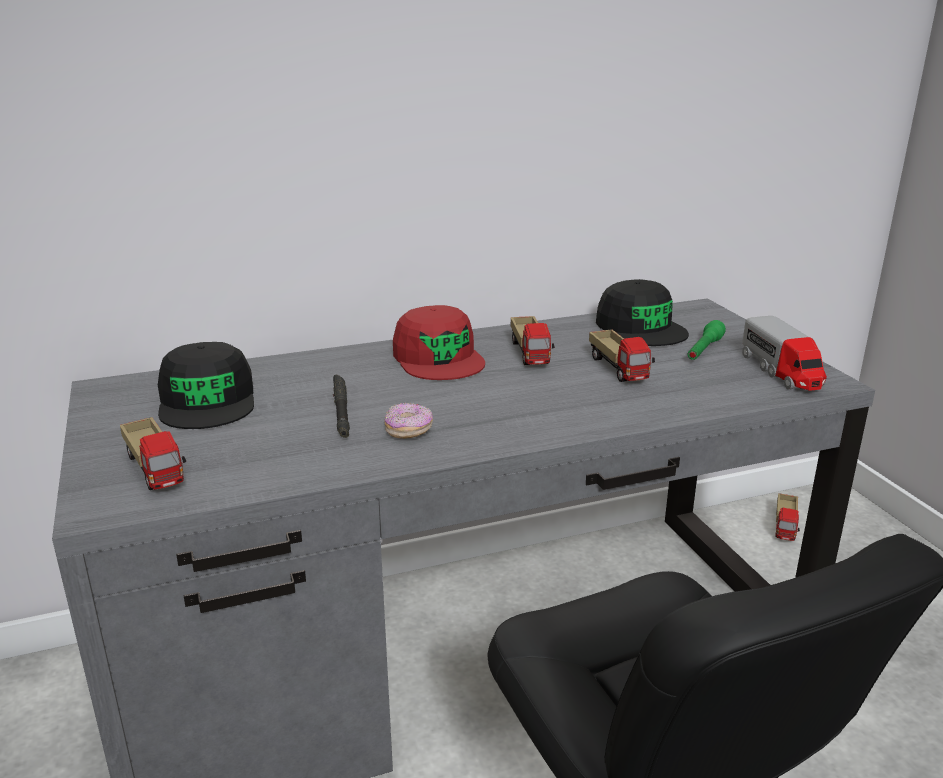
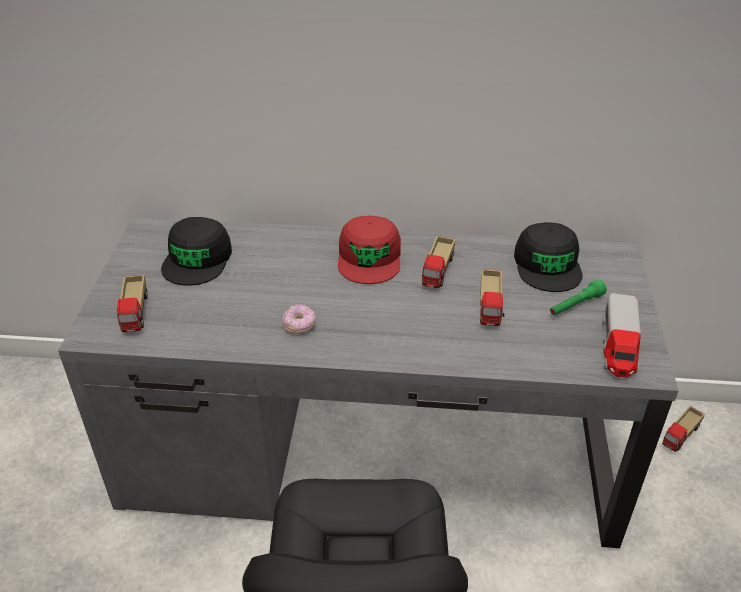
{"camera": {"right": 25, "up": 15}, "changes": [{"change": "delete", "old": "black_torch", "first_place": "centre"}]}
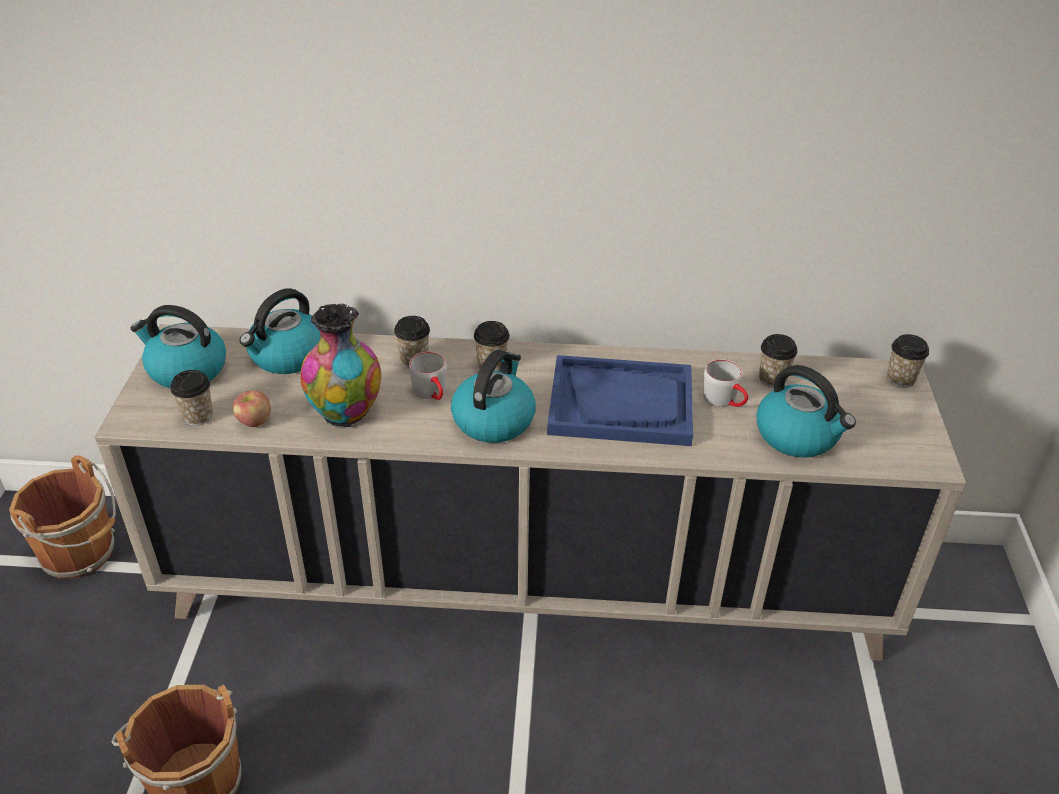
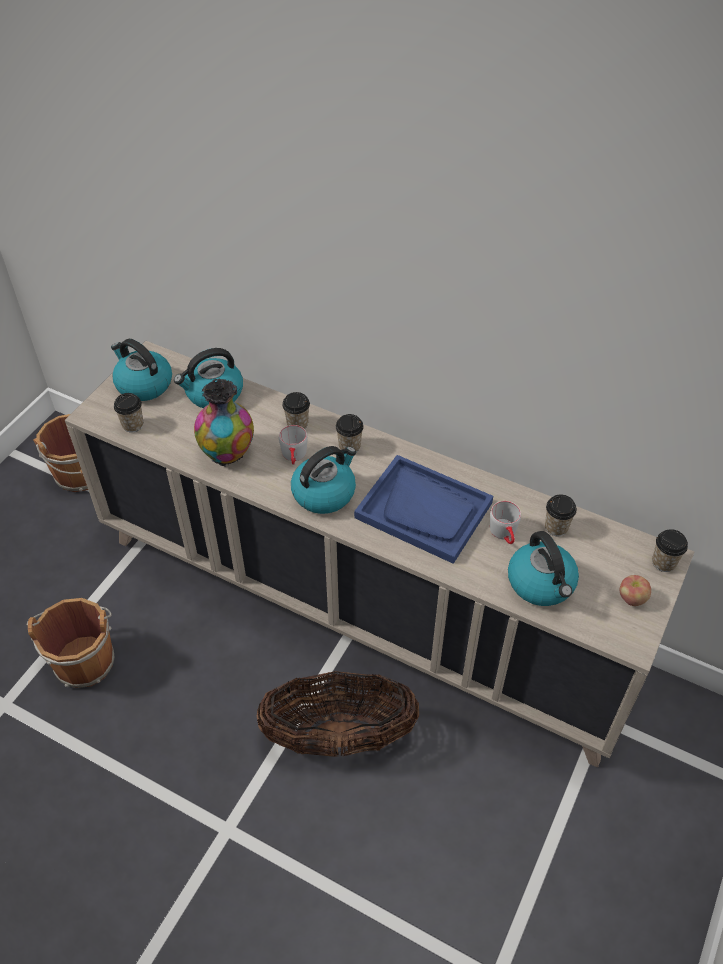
{"camera": {"right": 25, "up": 10}, "changes": [{"change": "insert", "new": "household_basket", "second_place": "bottom centre"}, {"change": "move", "old": "whole_apple", "first_place": "middle left", "second_place": "middle right"}]}
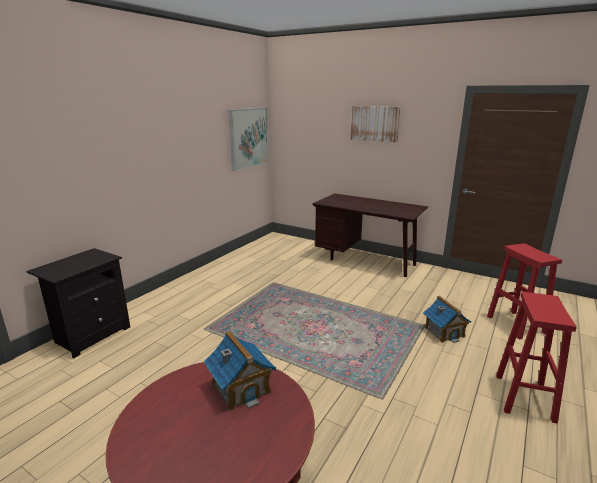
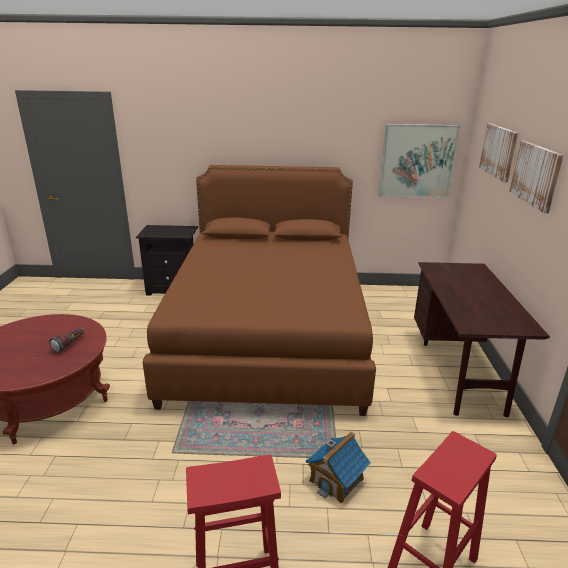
{"camera": {"right": 60, "up": 5}, "changes": [{"change": "insert", "new": "brownish_bedroom_bed", "second_place": "centre"}, {"change": "insert", "new": "wall_picture (2nd from left)", "second_place": "top right"}, {"change": "replace", "old": "toy_house (1st from left)", "new": "torch", "first_place": "bottom centre", "second_place": "middle left"}]}
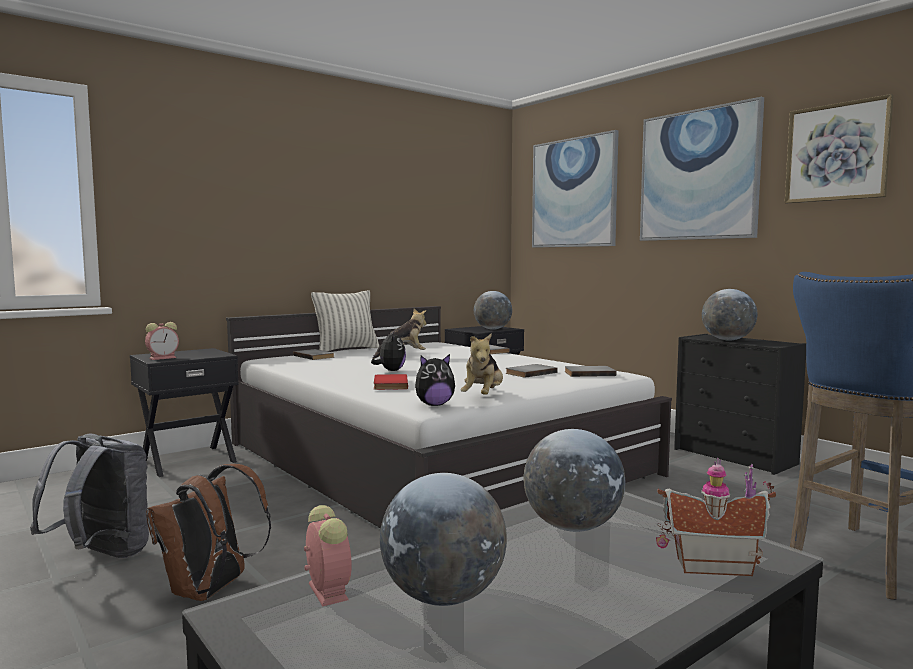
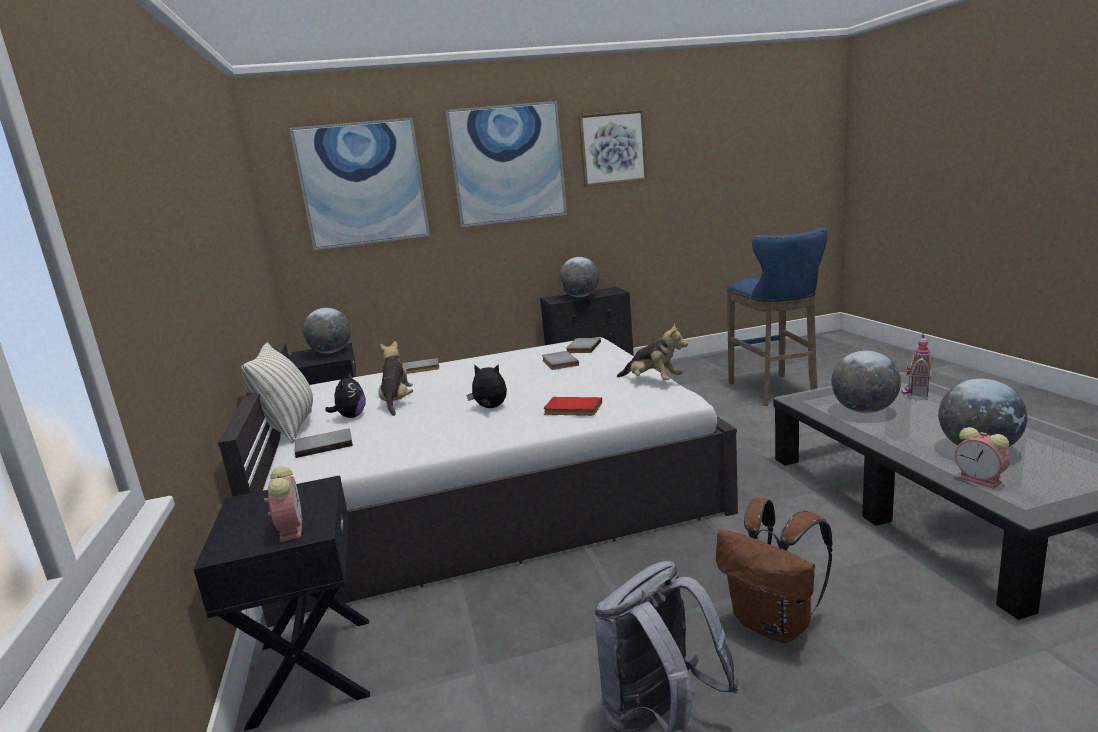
{"camera": {"right": -65, "up": 10}, "changes": [{"change": "move", "old": "plush_toy (3rd from left in the first image)", "new": "plush_toy (1st from left)", "first_place": "centre", "second_place": "middle left"}, {"change": "rotate", "old": "table_clock (2nd from left)", "first_place": "bottom centre", "second_place": "middle right", "degrees": -120}]}
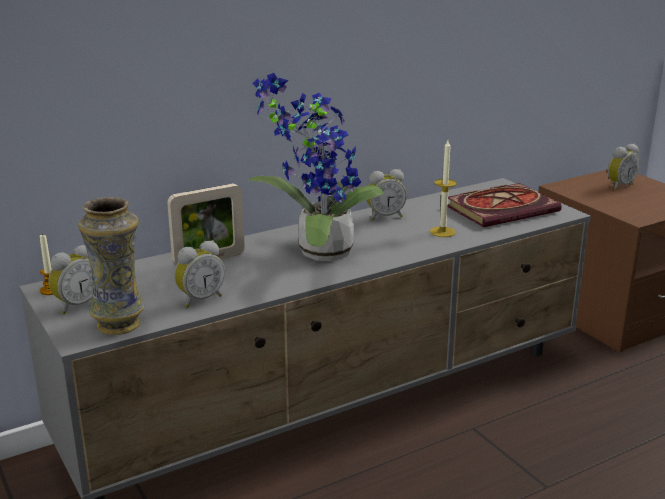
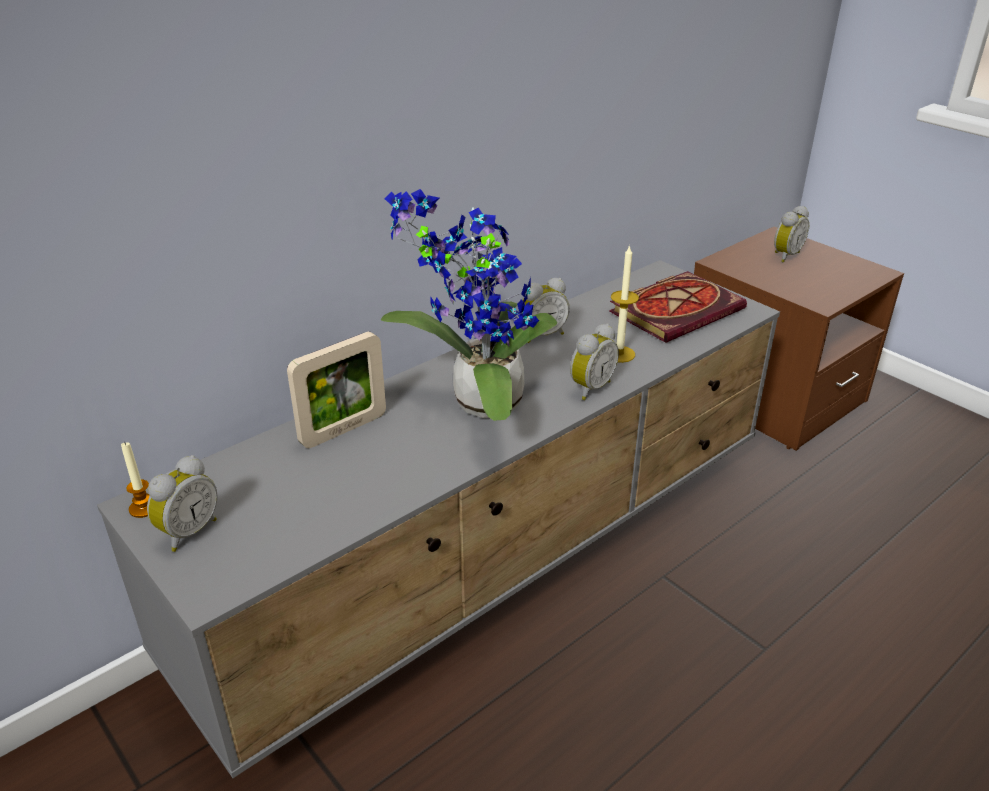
{"camera": {"right": -10, "up": 10}, "changes": [{"change": "delete", "old": "vase", "first_place": "middle left"}, {"change": "move", "old": "table_clock (2nd from left in the first image)", "new": "table_clock (3rd from left)", "first_place": "middle left", "second_place": "centre"}]}
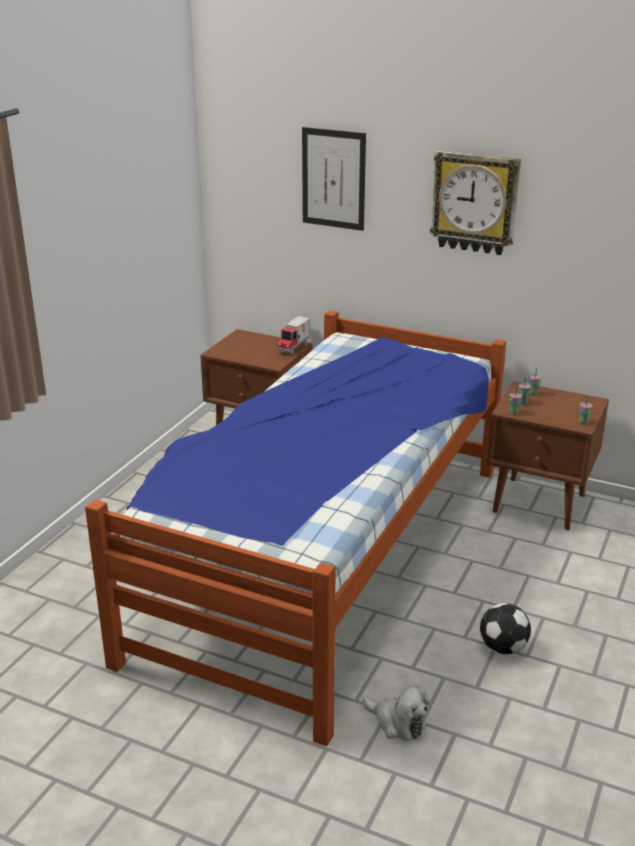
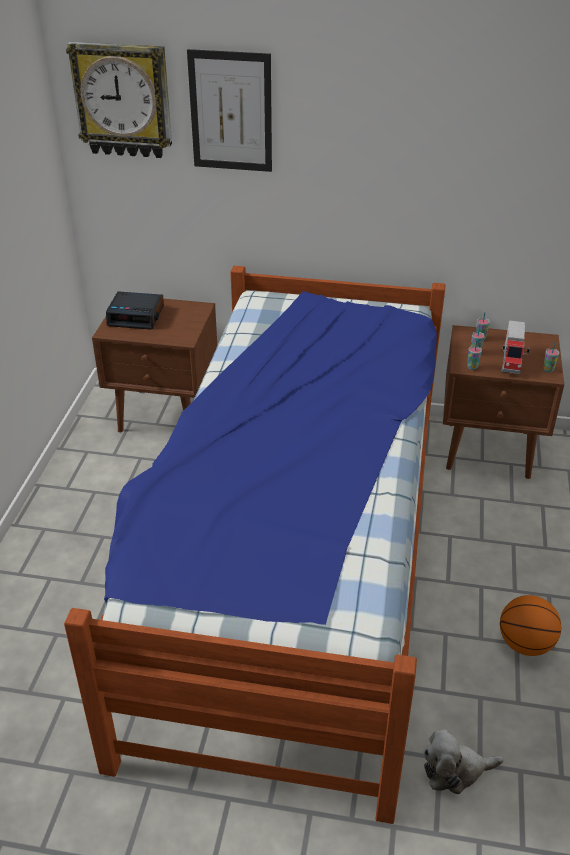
{"camera": {"right": -15, "up": 10}, "changes": [{"change": "insert", "new": "table_clock", "second_place": "middle left"}, {"change": "move", "old": "toy_lorry", "first_place": "centre", "second_place": "middle right"}, {"change": "move", "old": "wall_clock", "first_place": "top right", "second_place": "top left"}, {"change": "replace", "old": "football", "new": "basketball_ball", "first_place": "bottom right", "second_place": "bottom right"}, {"change": "rotate", "old": "plush_toy", "first_place": "bottom centre", "second_place": "bottom right", "degrees": 150}]}
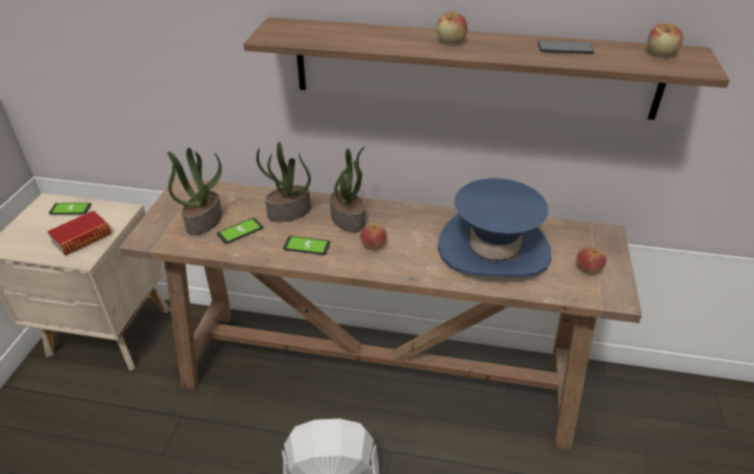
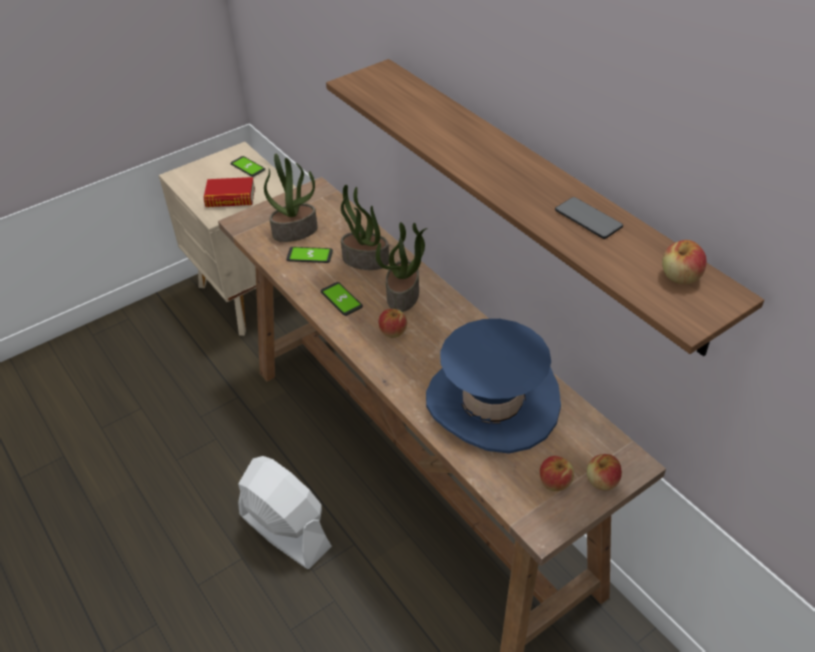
{"camera": {"right": 45, "up": 5}, "changes": [{"change": "move", "old": "whole_apple (2nd from left in the first image)", "new": "whole_apple (3rd from left)", "first_place": "top centre", "second_place": "bottom right"}]}
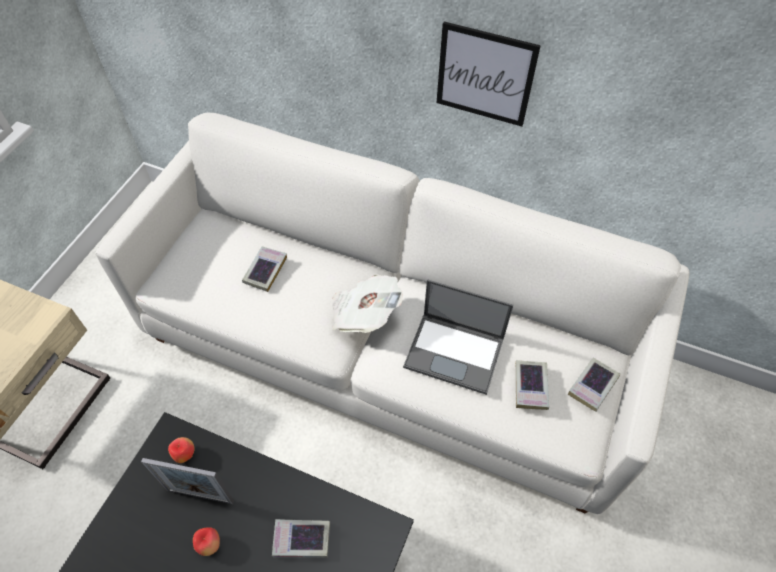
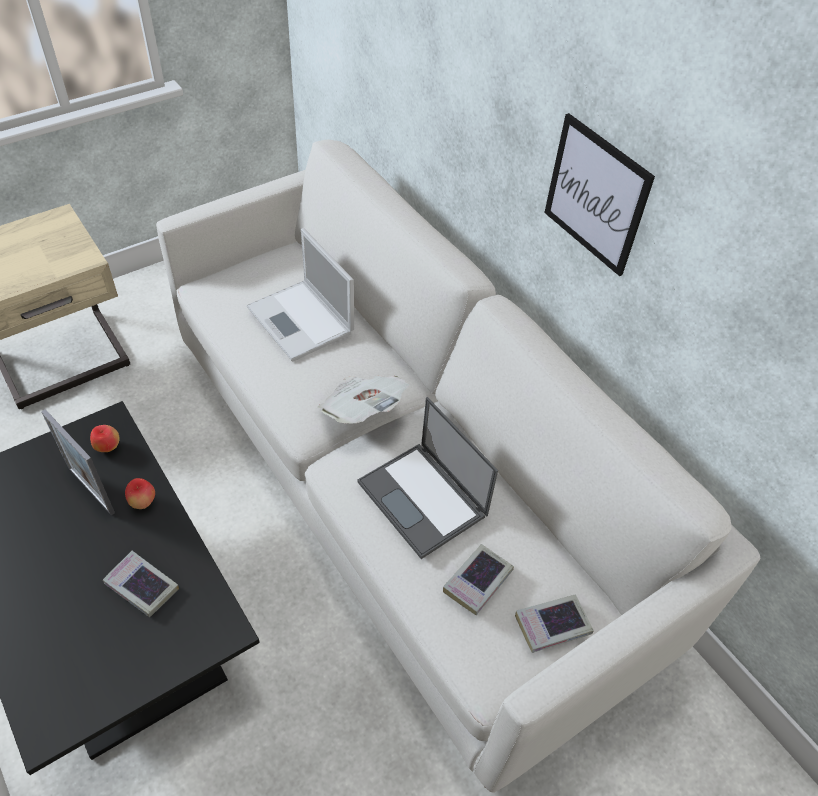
{"camera": {"right": 30, "up": -5}, "changes": [{"change": "move", "old": "whole_apple (2nd from left)", "first_place": "bottom left", "second_place": "middle left"}, {"change": "replace", "old": "bound_book (1st from left)", "new": "portable_computer (1st from left)", "first_place": "centre", "second_place": "centre"}]}
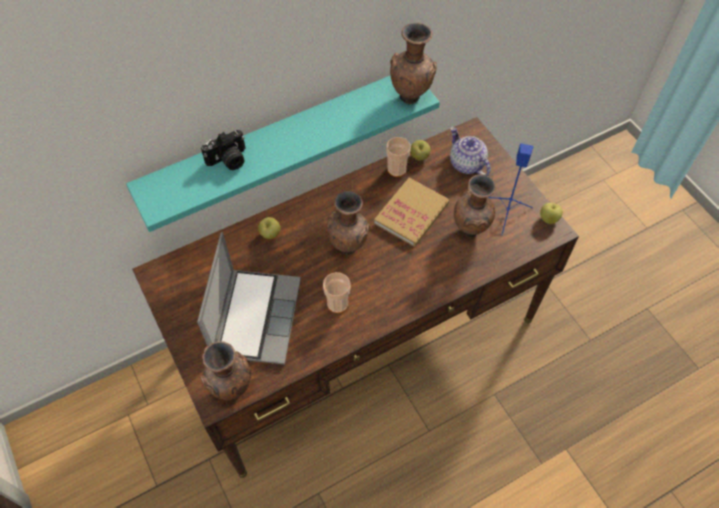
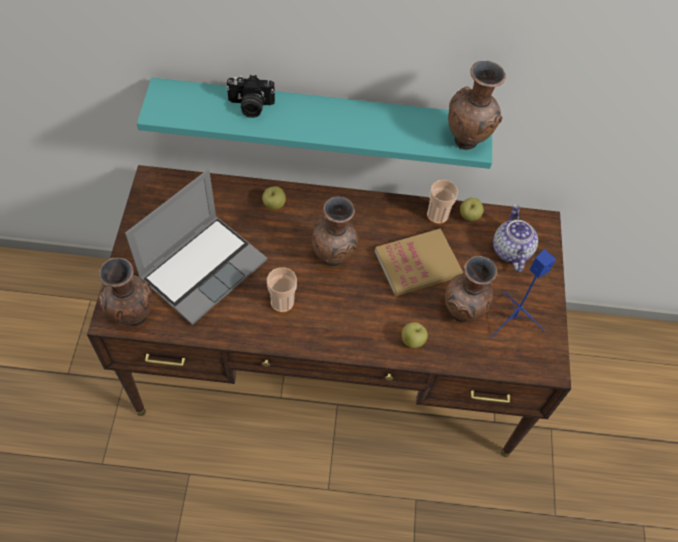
{"camera": {"right": 30, "up": 0}, "changes": [{"change": "move", "old": "whole_apple (3rd from left in the first image)", "new": "whole_apple (2nd from left)", "first_place": "middle right", "second_place": "centre"}]}
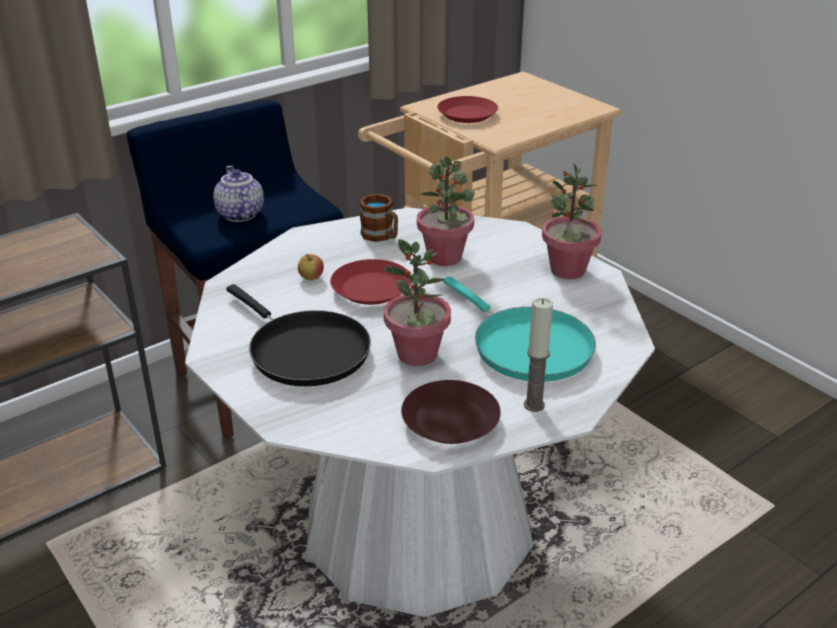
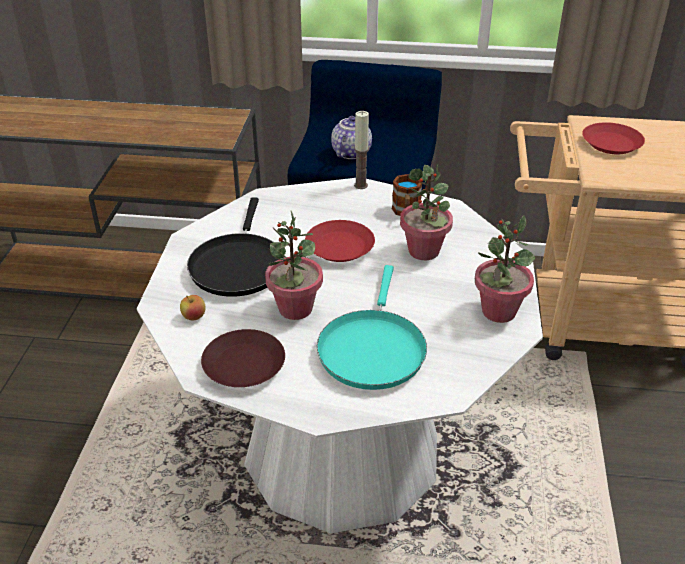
{"camera": {"right": 45, "up": 5}, "changes": [{"change": "move", "old": "whole_apple", "first_place": "centre", "second_place": "middle left"}, {"change": "move", "old": "candle", "first_place": "centre", "second_place": "top centre"}]}
